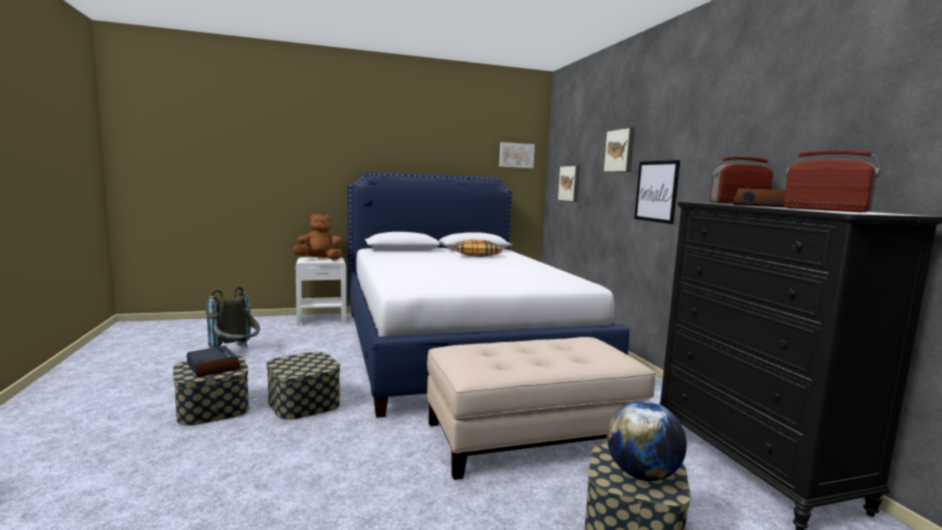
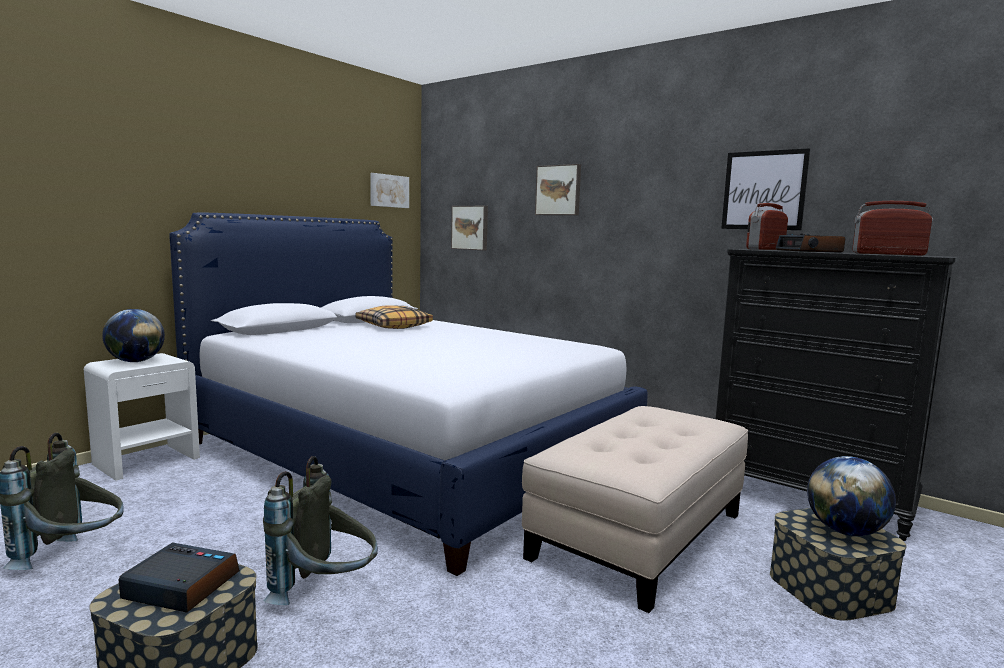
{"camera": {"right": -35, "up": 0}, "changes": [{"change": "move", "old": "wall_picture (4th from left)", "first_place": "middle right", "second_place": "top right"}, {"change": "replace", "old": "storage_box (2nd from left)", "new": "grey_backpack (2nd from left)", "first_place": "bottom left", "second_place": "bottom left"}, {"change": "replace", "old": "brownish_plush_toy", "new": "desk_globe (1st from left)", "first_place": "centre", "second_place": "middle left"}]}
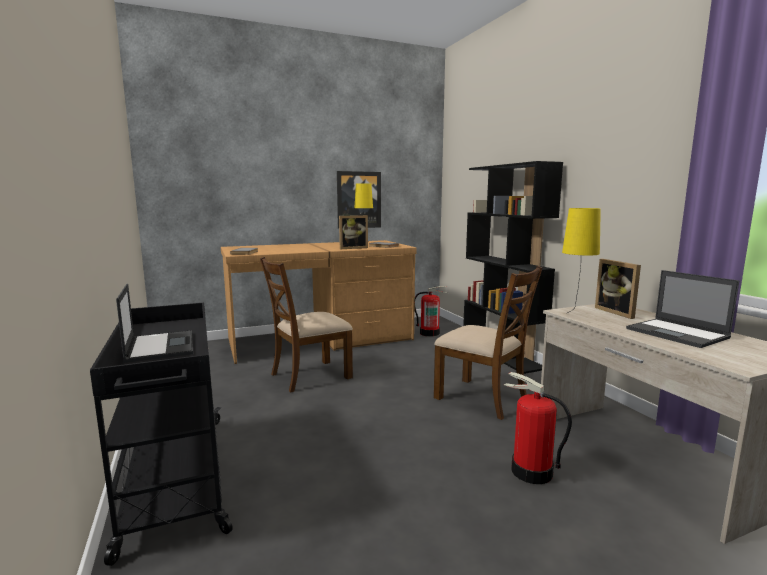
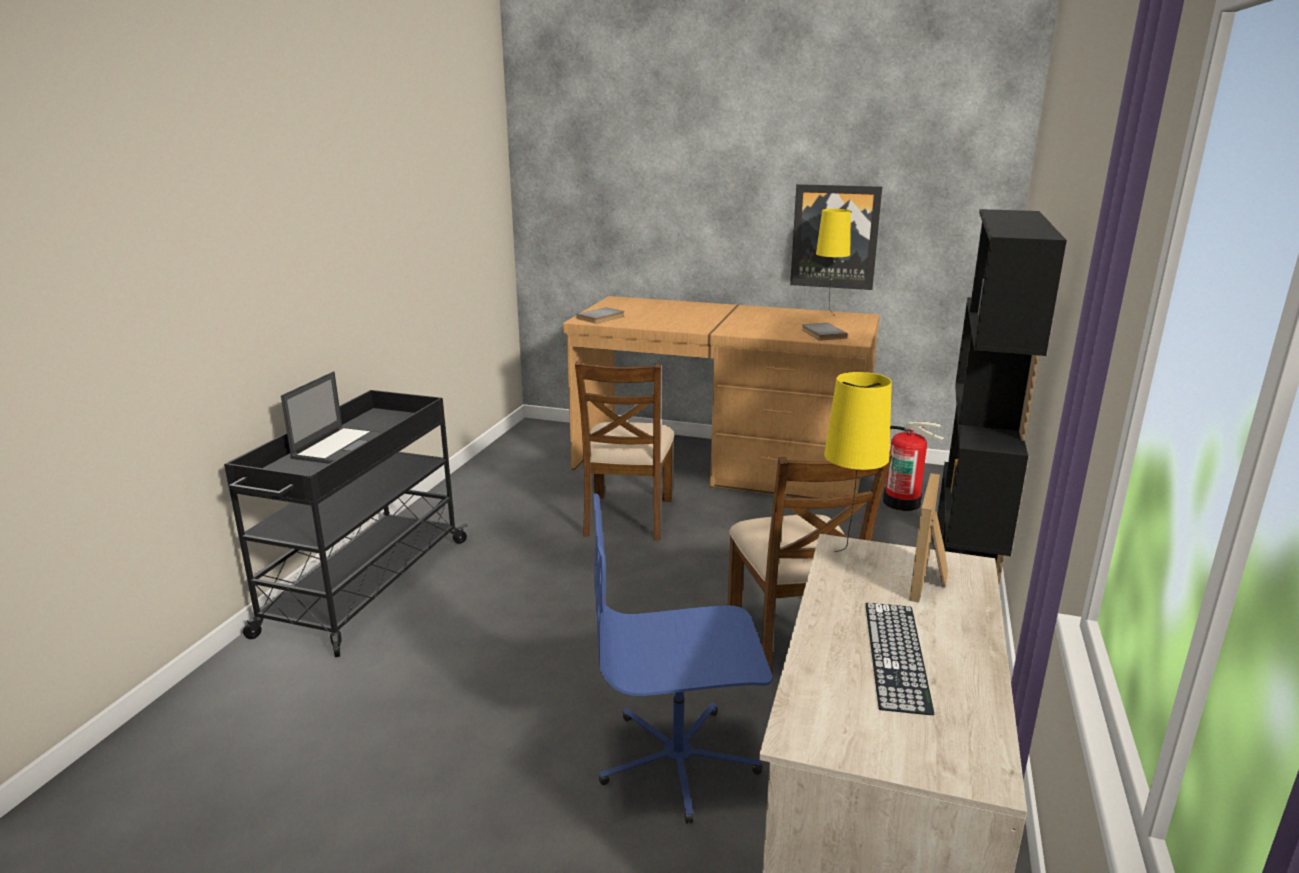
{"camera": {"right": 40, "up": 10}, "changes": [{"change": "delete", "old": "picture_frame (1st from left)", "first_place": "centre"}, {"change": "replace", "old": "fire_extinguisher (2nd from left)", "new": "blue-coloured_desk_chair", "first_place": "bottom right", "second_place": "bottom centre"}, {"change": "replace", "old": "portable_computer (2nd from left)", "new": "computer_keyboard", "first_place": "middle right", "second_place": "bottom right"}, {"change": "rotate", "old": "brownish_chair (1st from left)", "first_place": "centre", "second_place": "centre", "degrees": -90}]}
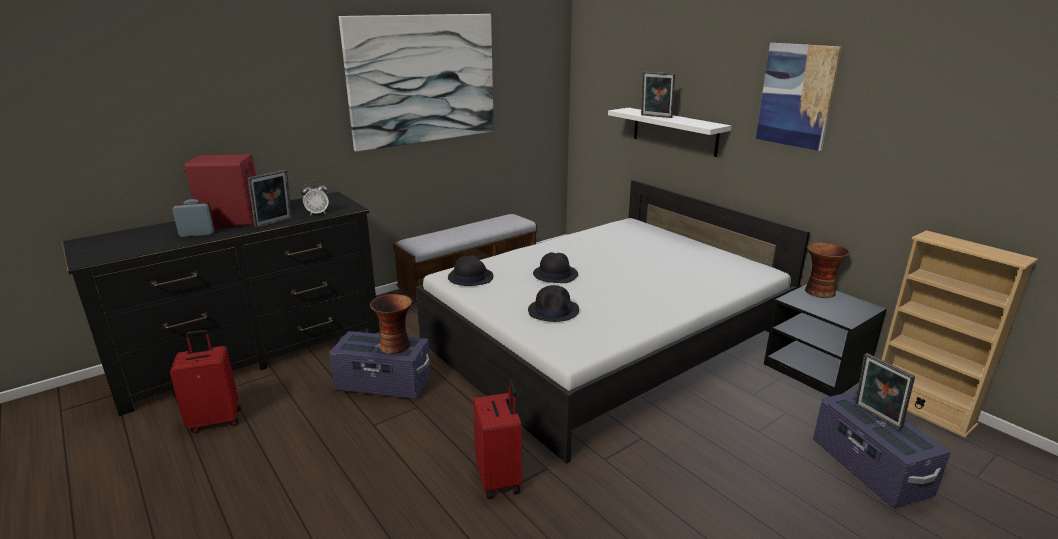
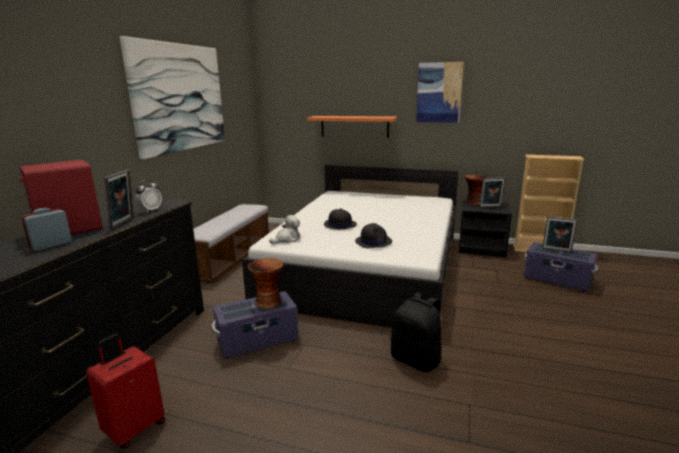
{"camera": {"right": -35, "up": -5}, "changes": [{"change": "move", "old": "picture_frame (2nd from left)", "first_place": "top centre", "second_place": "middle right"}, {"change": "replace", "old": "black_clothing_hat (1st from left)", "new": "plush_toy", "first_place": "centre", "second_place": "centre"}, {"change": "replace", "old": "red-coloured_piece_of_luggage (2nd from left)", "new": "black_backpack", "first_place": "bottom centre", "second_place": "bottom centre"}, {"change": "recolor", "old": "whitish_shelf", "new": "orange-coloured_shelf", "first_place": "top centre", "second_place": "top centre"}]}
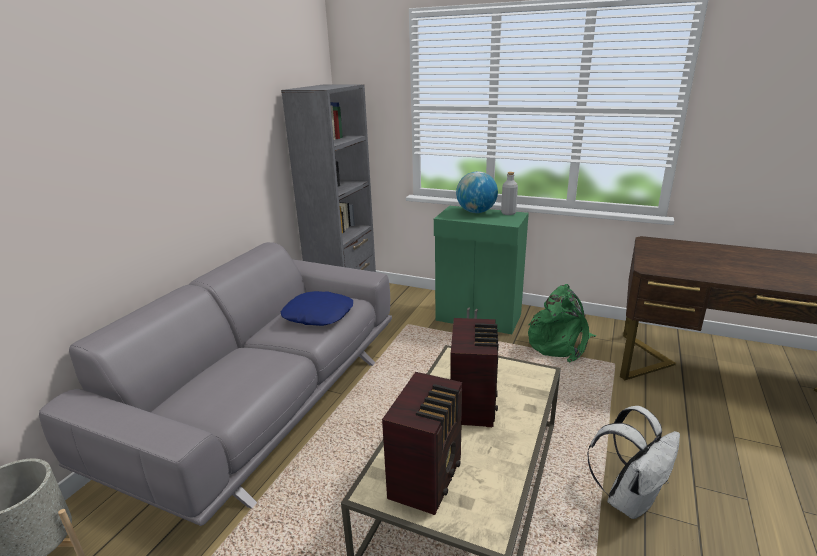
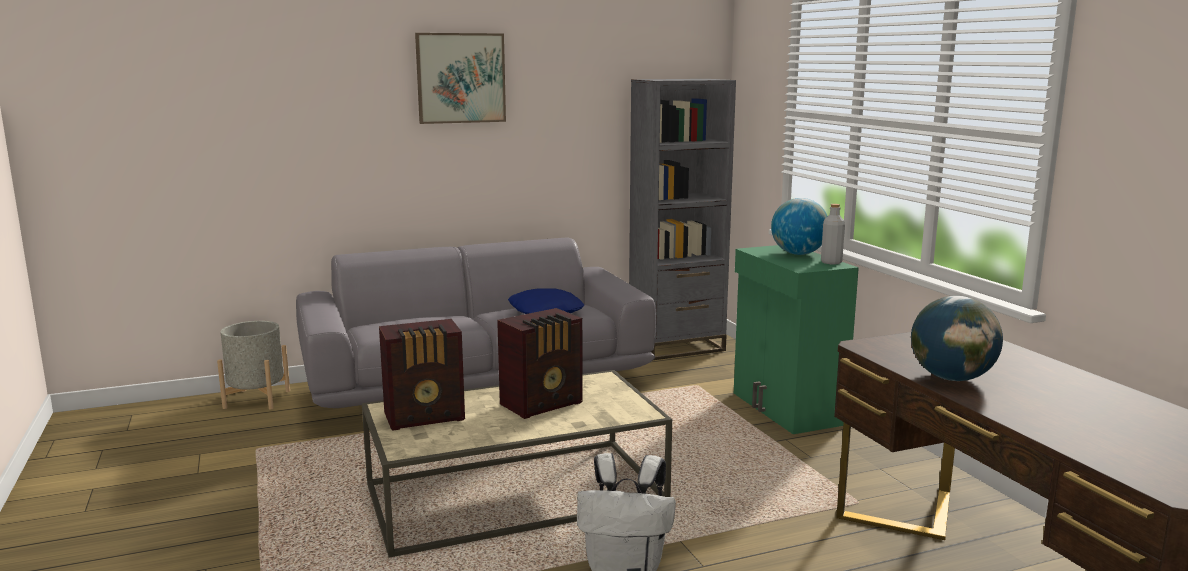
{"camera": {"right": 45, "up": -10}, "changes": [{"change": "delete", "old": "greenish_backpack", "first_place": "middle right"}, {"change": "insert", "new": "wall_picture", "second_place": "top centre"}, {"change": "insert", "new": "desk_globe (2nd from left)", "second_place": "middle right"}]}
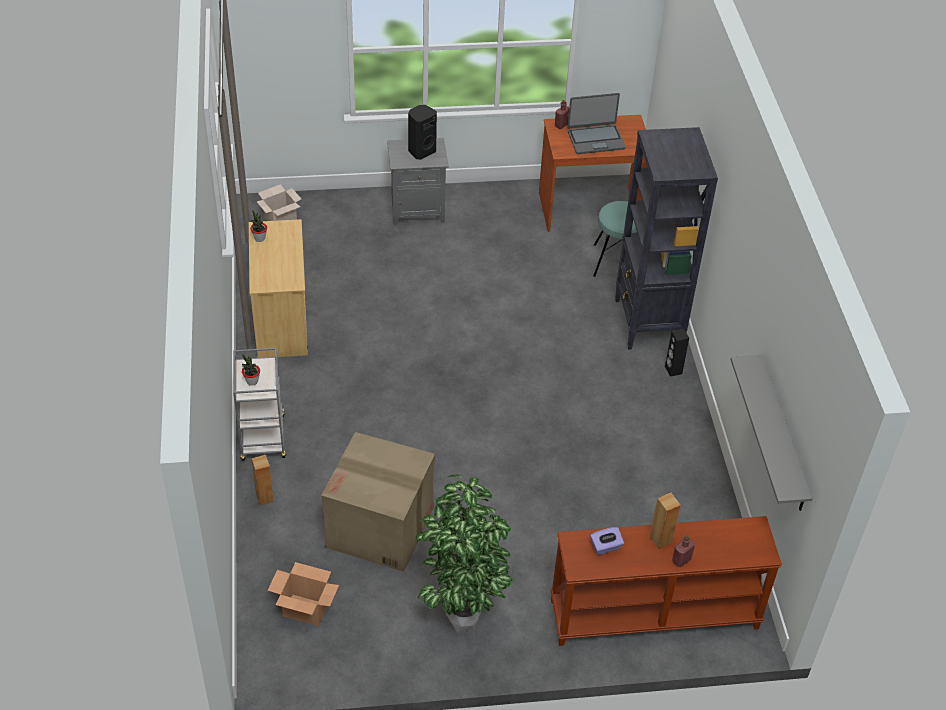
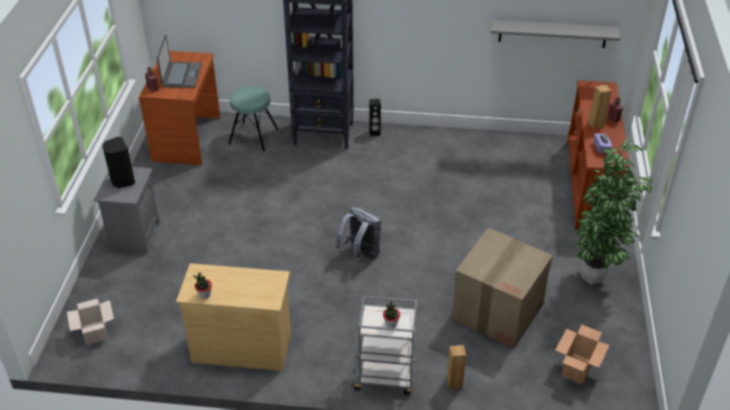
{"camera": {"right": -75, "up": -5}, "changes": [{"change": "insert", "new": "grey_backpack", "second_place": "centre"}]}
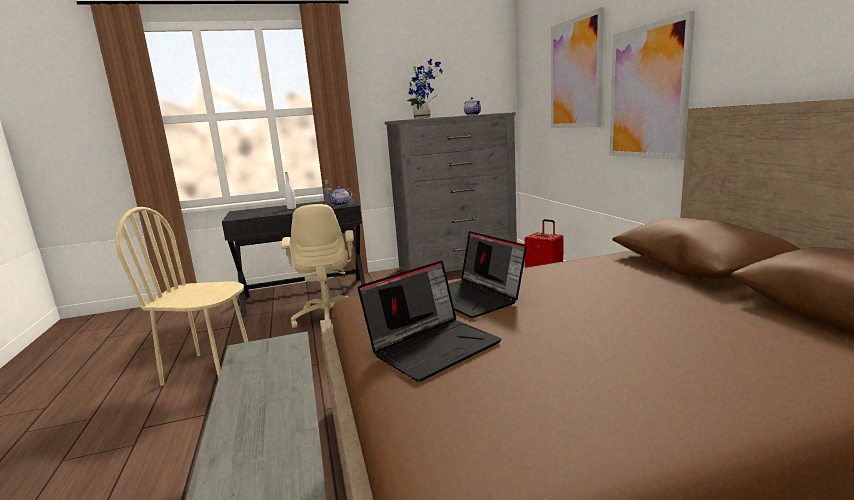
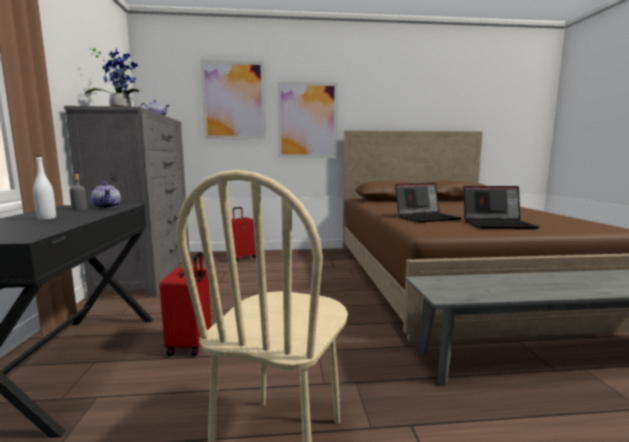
{"camera": {"right": -80, "up": -5}, "changes": [{"change": "replace", "old": "beige_desk_chair", "new": "red-coloured_piece_of_luggage (1st from left)", "first_place": "centre", "second_place": "bottom left"}, {"change": "rotate", "old": "portable_computer (1st from left in the first image)", "first_place": "centre", "second_place": "middle right", "degrees": 120}]}
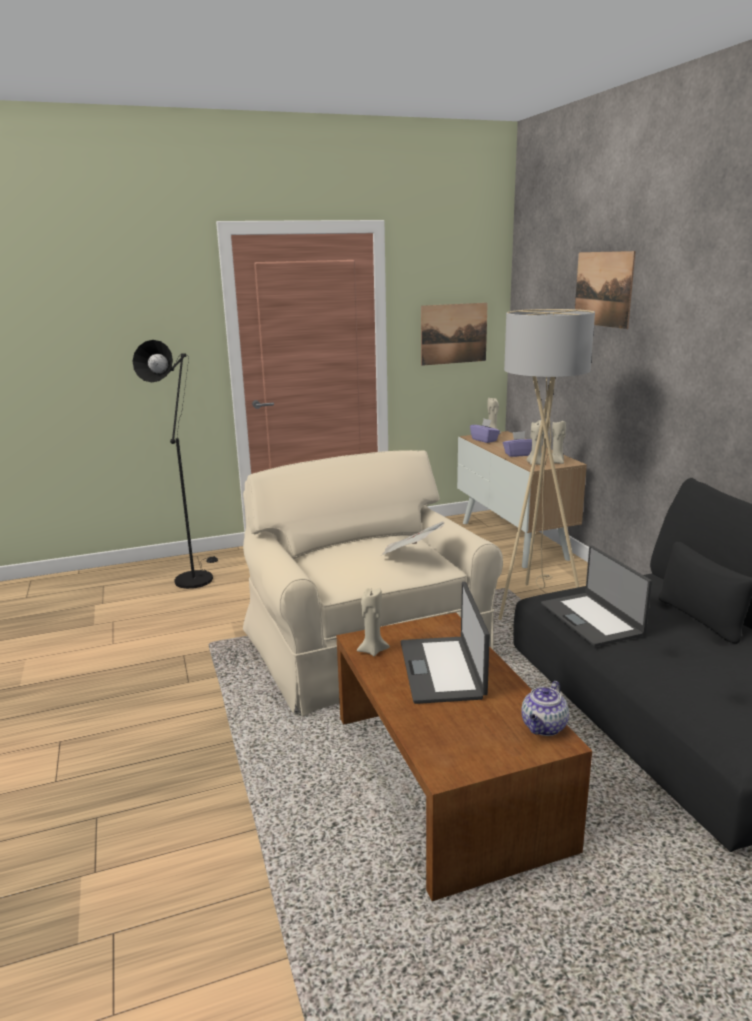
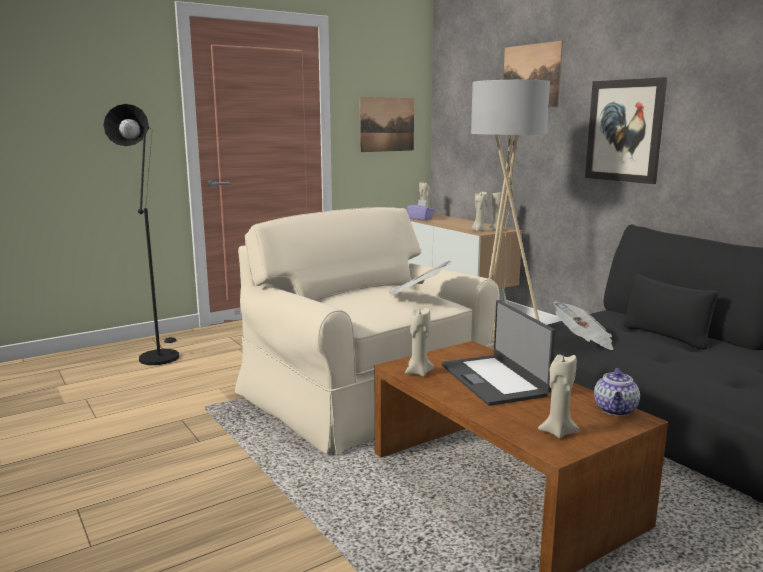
{"camera": {"right": -15, "up": -5}, "changes": [{"change": "delete", "old": "purple_box_of_tissues (2nd from left)", "first_place": "middle right"}, {"change": "insert", "new": "beige_candle (5th from left)", "second_place": "bottom right"}, {"change": "insert", "new": "wall_picture (3rd from left)", "second_place": "top right"}, {"change": "replace", "old": "portable_computer (2nd from left)", "new": "newspaper (2nd from left)", "first_place": "middle right", "second_place": "middle right"}]}
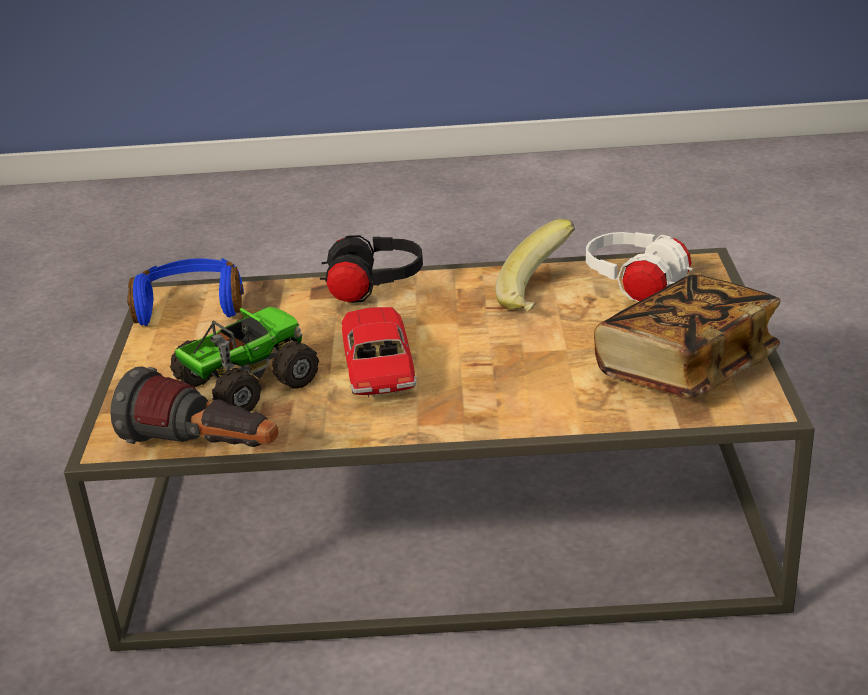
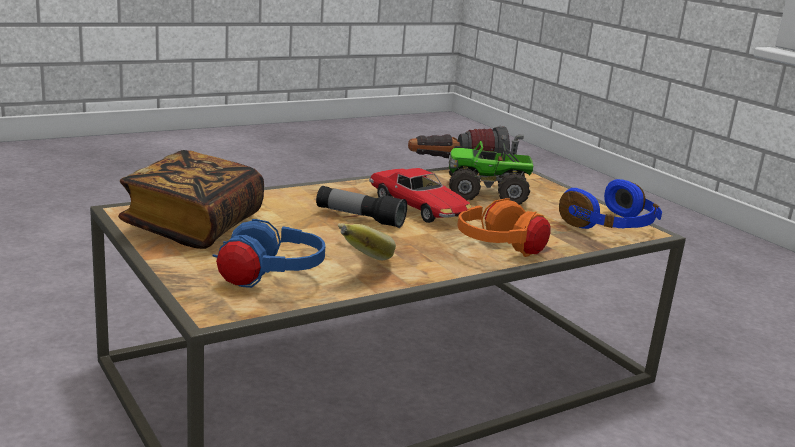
{"camera": {"right": 145, "up": -10}, "changes": [{"change": "insert", "new": "torch (1st from left)", "second_place": "centre"}, {"change": "recolor", "old": "black_headset", "new": "orange-coloured_headset", "first_place": "centre", "second_place": "centre"}, {"change": "recolor", "old": "whitish_headset", "new": "blue-coloured_headset (1st from left)", "first_place": "middle right", "second_place": "centre"}, {"change": "rotate", "old": "toy_lorry", "first_place": "middle left", "second_place": "centre", "degrees": 75}]}
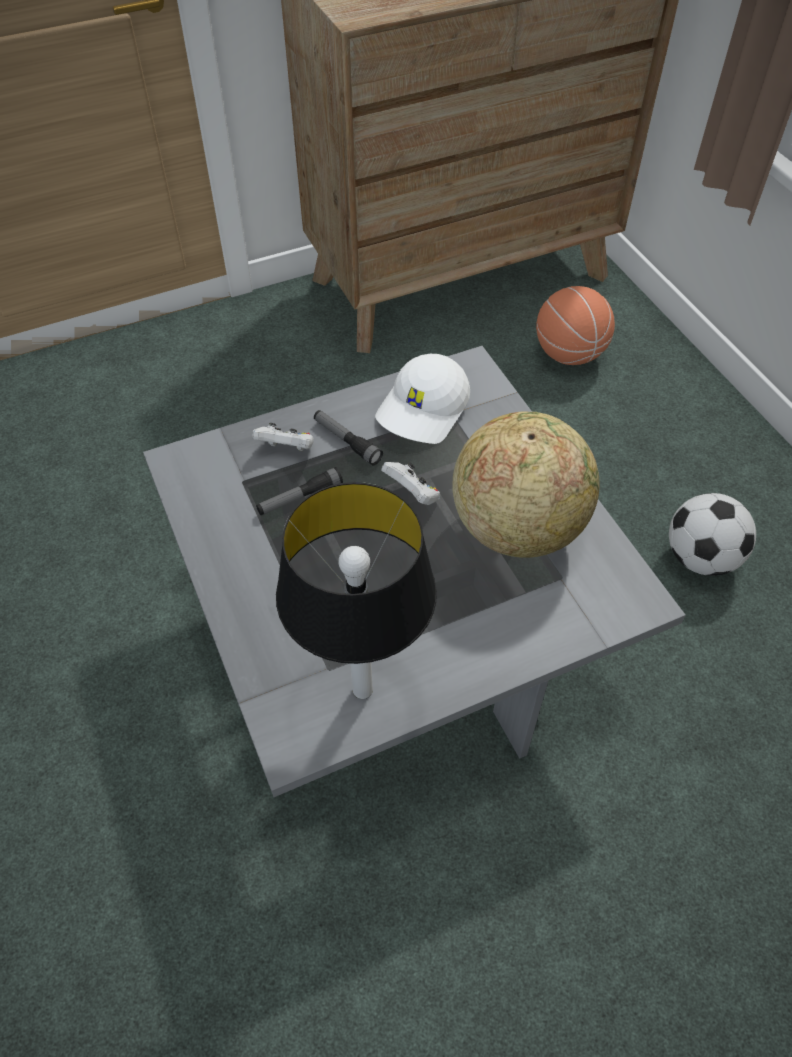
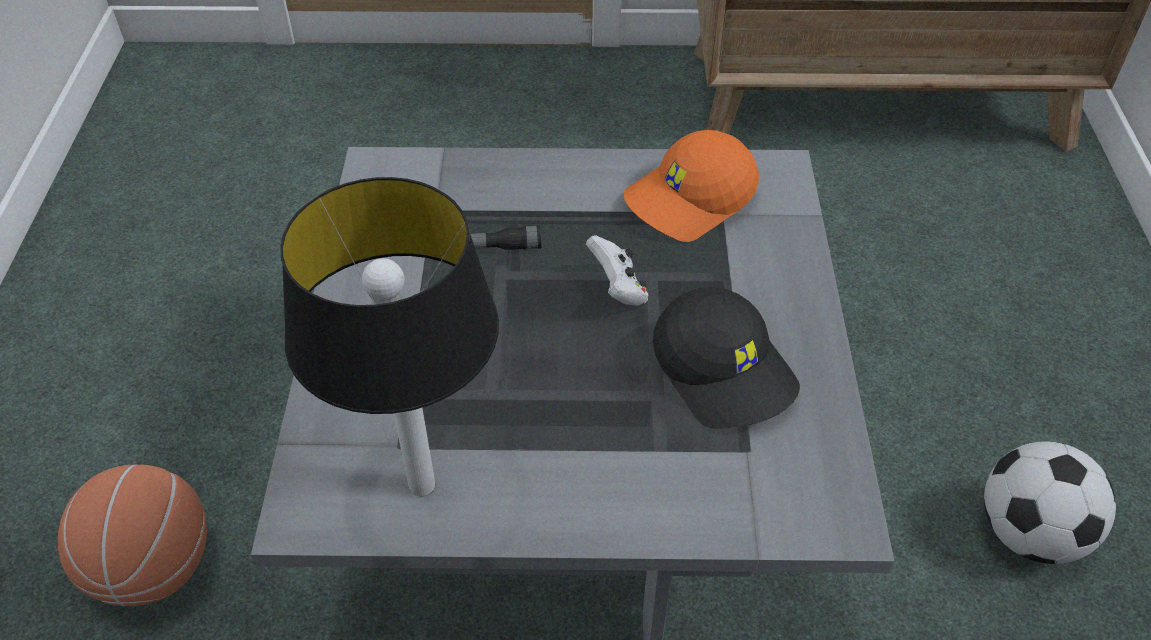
{"camera": {"right": 25, "up": -5}, "changes": [{"change": "delete", "old": "whitish_joypad (1st from left)", "first_place": "centre"}, {"change": "delete", "old": "torch (2nd from left)", "first_place": "centre"}, {"change": "move", "old": "basketball_ball", "first_place": "top right", "second_place": "bottom left"}, {"change": "replace", "old": "desk_globe", "new": "black_cap", "first_place": "centre", "second_place": "centre"}, {"change": "recolor", "old": "whitish_cap", "new": "orange-coloured_cap", "first_place": "centre", "second_place": "top centre"}]}
